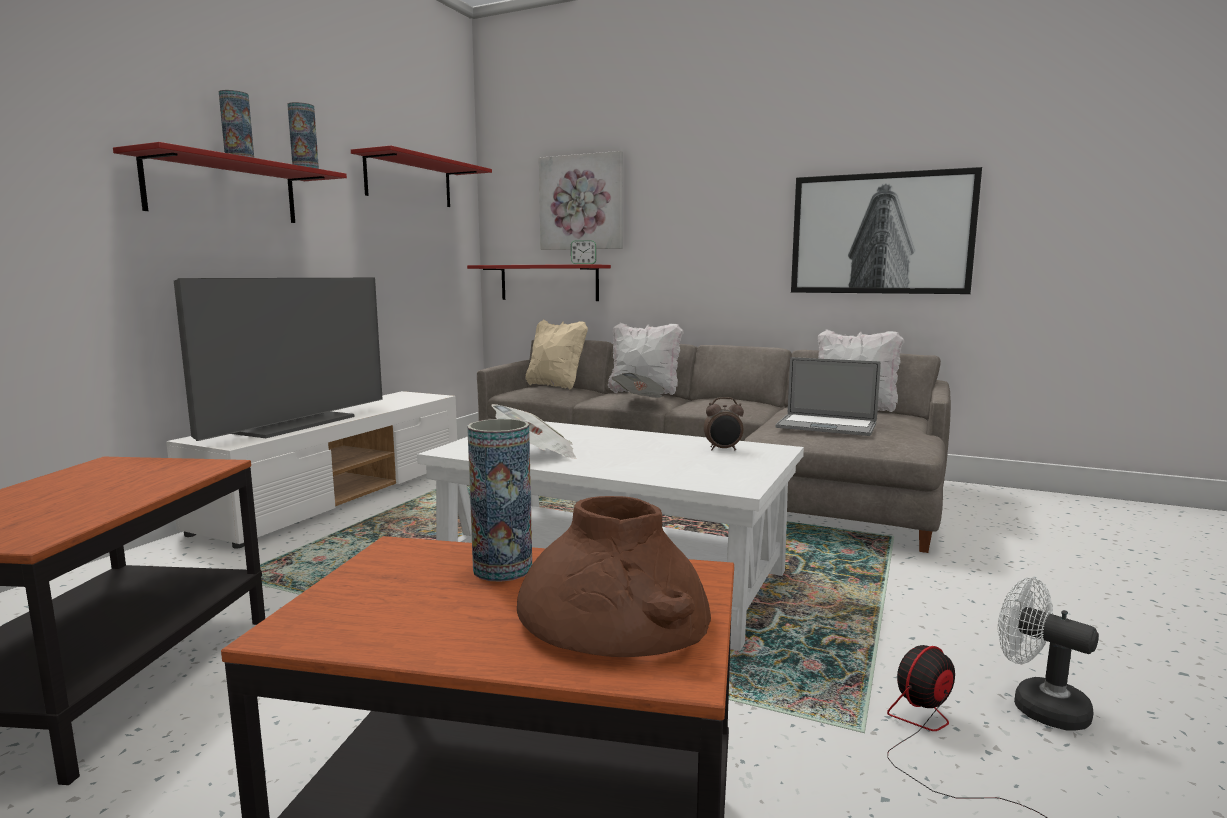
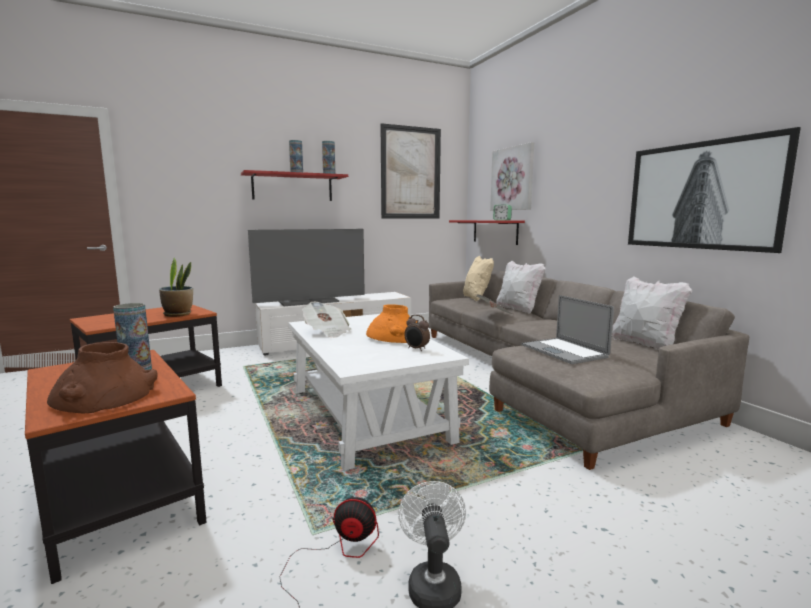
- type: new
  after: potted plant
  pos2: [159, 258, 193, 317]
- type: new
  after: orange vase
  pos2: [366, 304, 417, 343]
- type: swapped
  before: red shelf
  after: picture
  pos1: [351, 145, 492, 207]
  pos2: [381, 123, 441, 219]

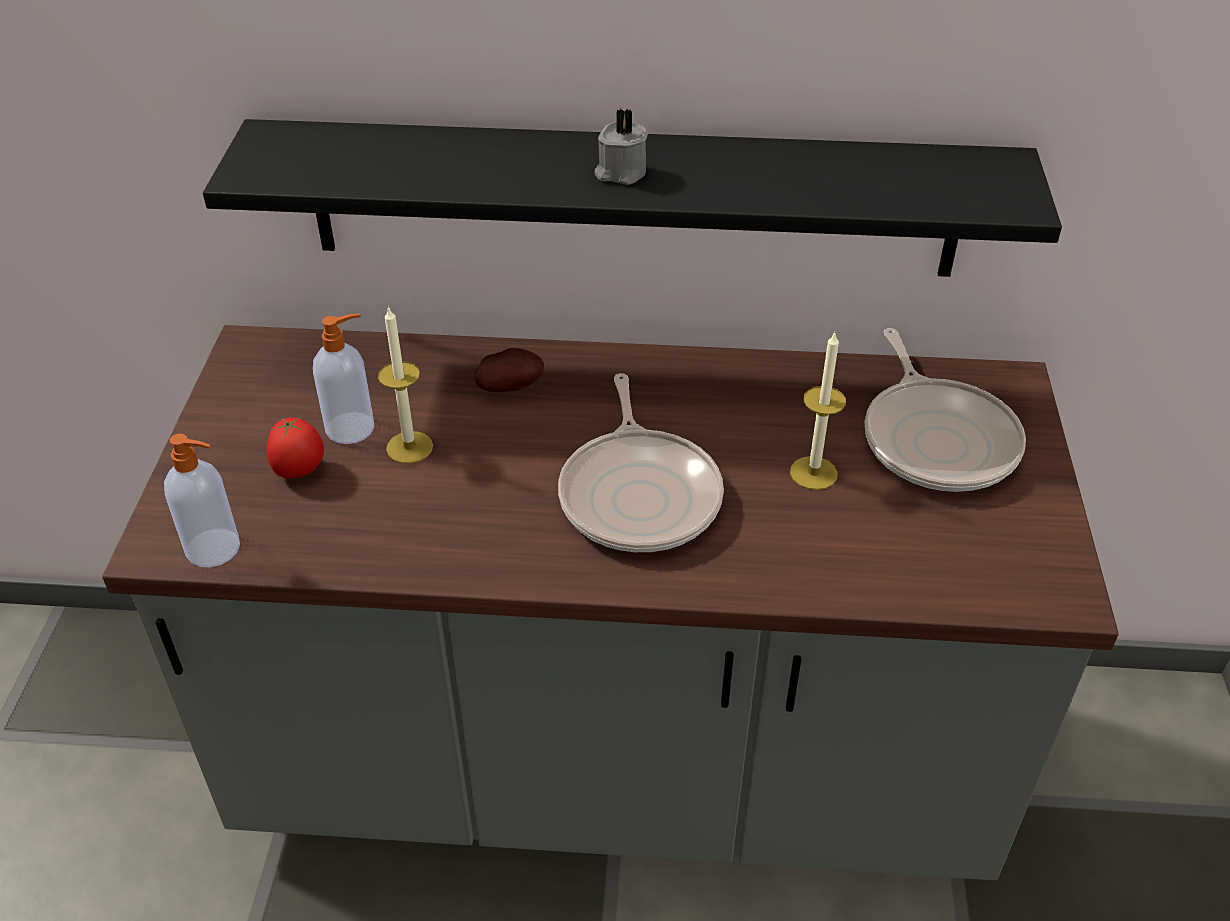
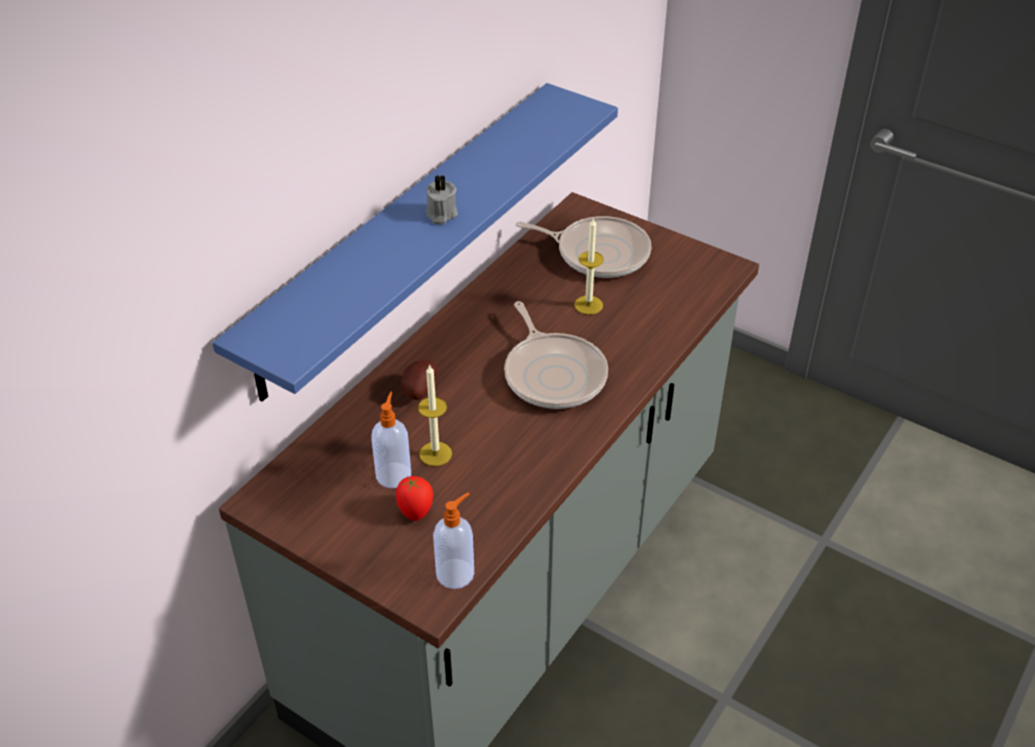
- type: repainted
  before: black shelf
  after: blue shelf
  pos1: [203, 119, 1062, 277]
  pos2: [212, 83, 618, 402]
- type: rotated
  before: frying pan
  pos1: [558, 373, 724, 552]
  pos2: [504, 301, 608, 409]
  turn: 45

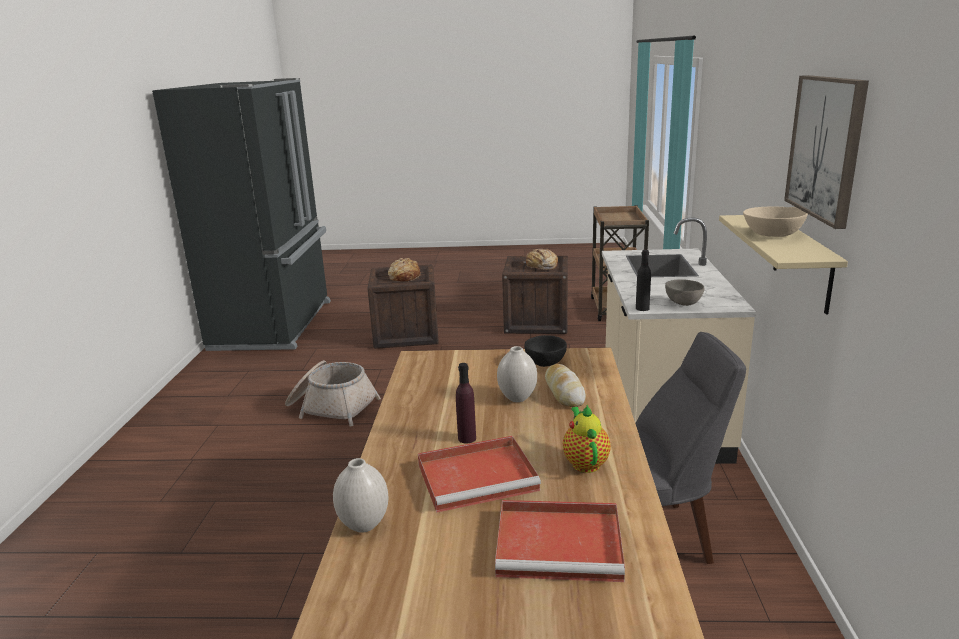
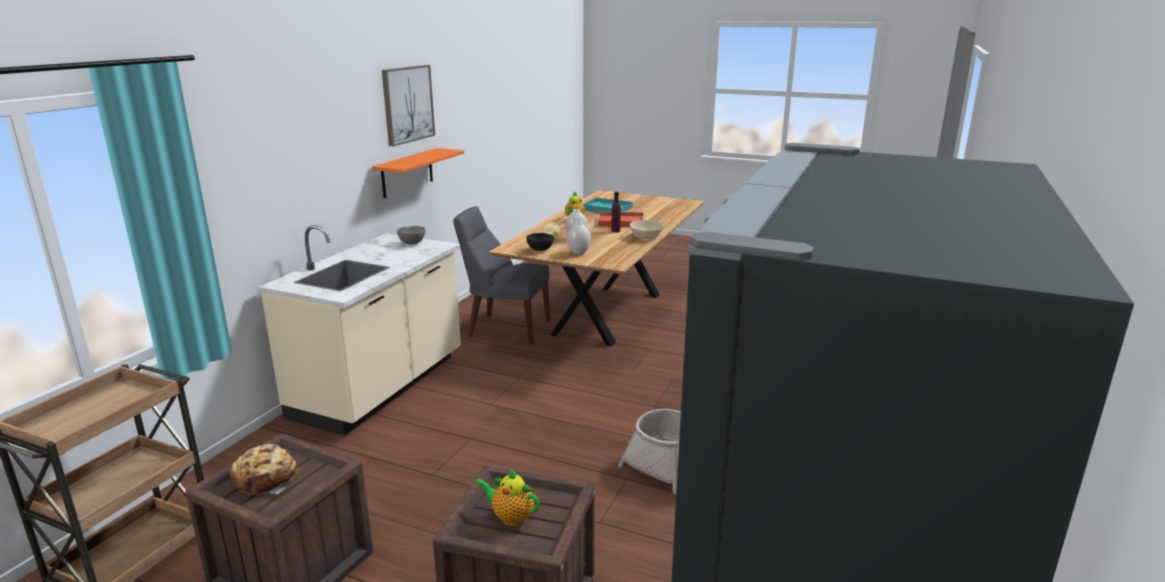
- type: repainted
  before: beige shelf
  after: orange shelf
  pos1: [719, 215, 848, 314]
  pos2: [372, 148, 464, 198]
- type: swapped
  before: bread
  after: teapot
  pos1: [388, 258, 421, 282]
  pos2: [474, 468, 540, 526]
- type: shifted
  before: white vase
  pos1: [333, 458, 388, 533]
  pos2: [567, 221, 591, 255]
- type: repainted
  before: red tray
  after: turquoise tray
  pos1: [495, 500, 625, 582]
  pos2: [583, 197, 633, 213]
- type: shifted
  before: beige bowl
  pos1: [743, 206, 808, 237]
  pos2: [630, 220, 663, 239]
- type: gone
  before: black bottle
  pos1: [636, 250, 651, 311]

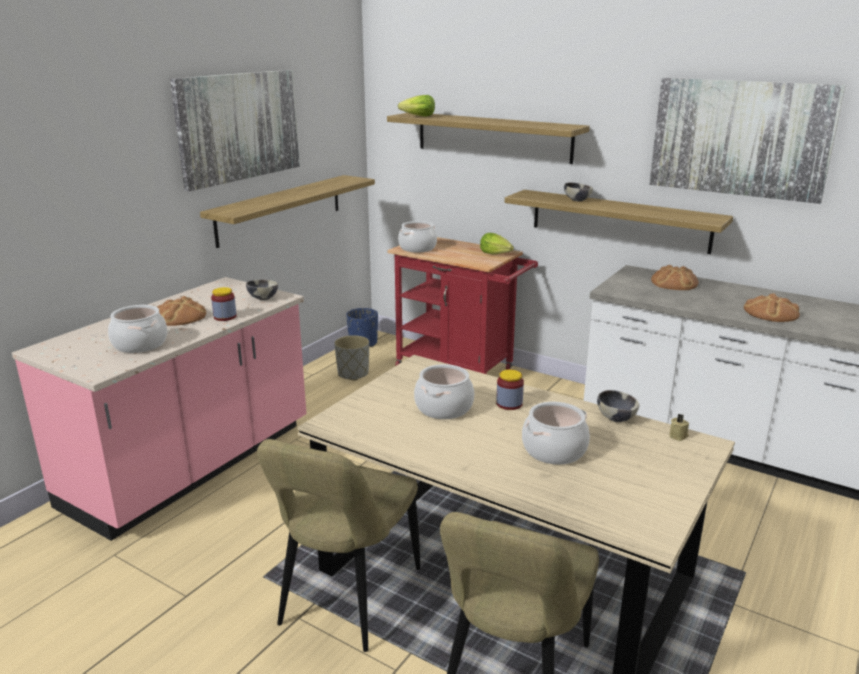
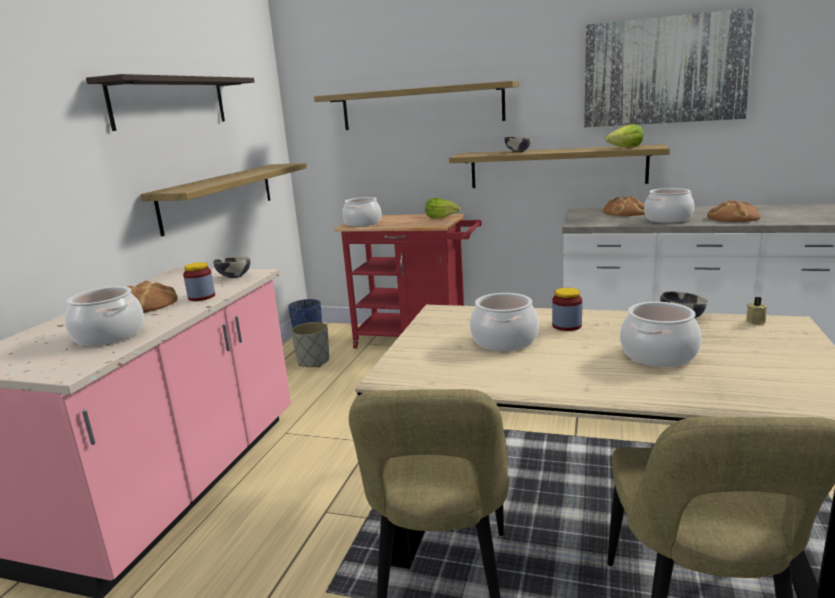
- type: swapped
  before: picture
  after: shelf
  pos1: [170, 70, 300, 192]
  pos2: [86, 74, 255, 131]
- type: shifted
  before: lettuce
  pos1: [398, 95, 435, 117]
  pos2: [605, 124, 644, 147]
- type: new
  after: cooking pot
  pos2: [644, 188, 694, 223]

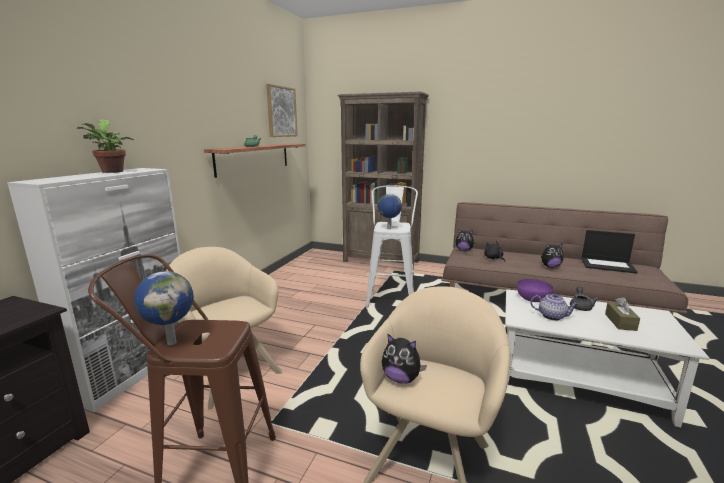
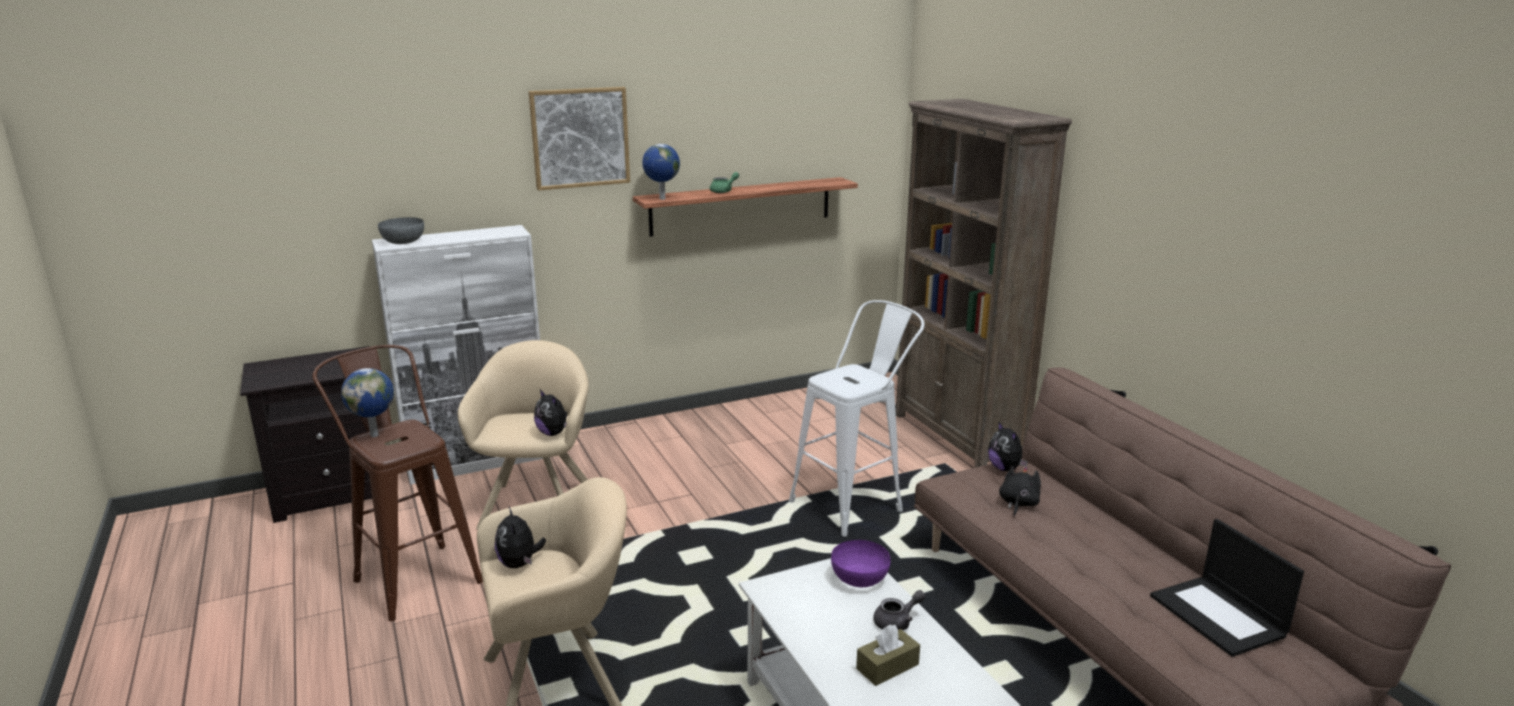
- type: new
  after: grey bowl
  pos2: [378, 217, 424, 244]
- type: shifted
  before: picture
  pos1: [266, 84, 298, 137]
  pos2: [529, 87, 630, 191]
- type: shifted
  before: plush toy
  pos1: [541, 243, 563, 268]
  pos2: [534, 390, 567, 436]
- type: shifted
  before: globe
  pos1: [378, 194, 402, 229]
  pos2: [642, 144, 680, 200]
- type: gone
  before: potted plant
  pos1: [77, 119, 134, 173]
- type: gone
  before: teapot
  pos1: [530, 293, 579, 321]

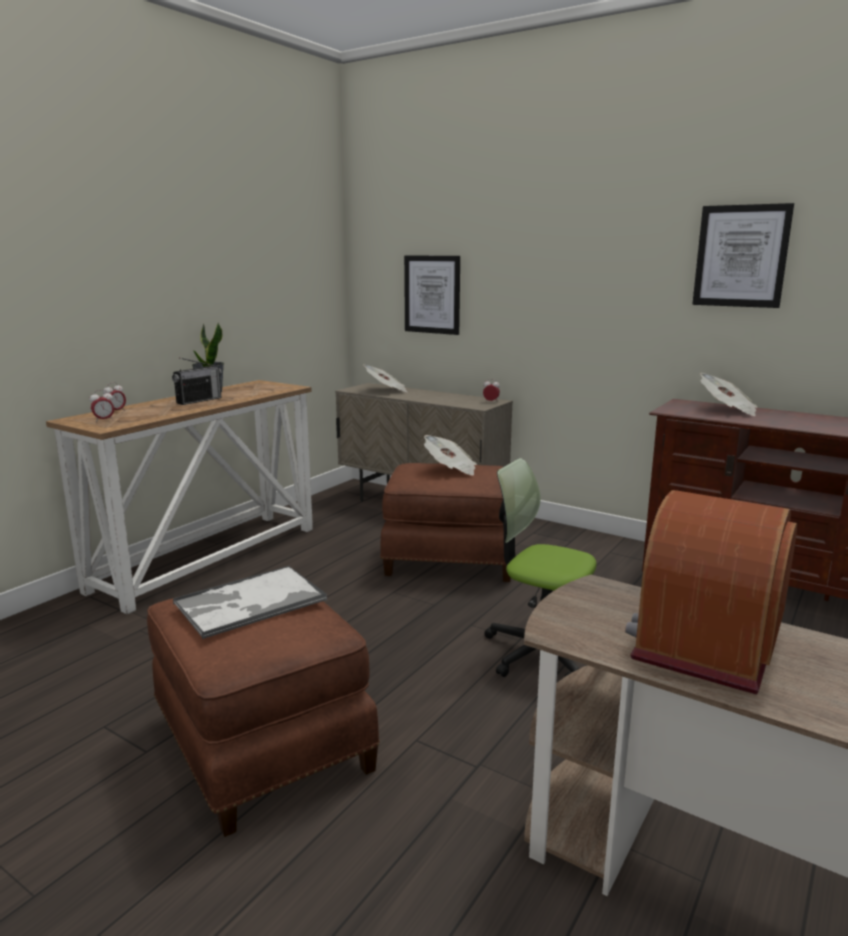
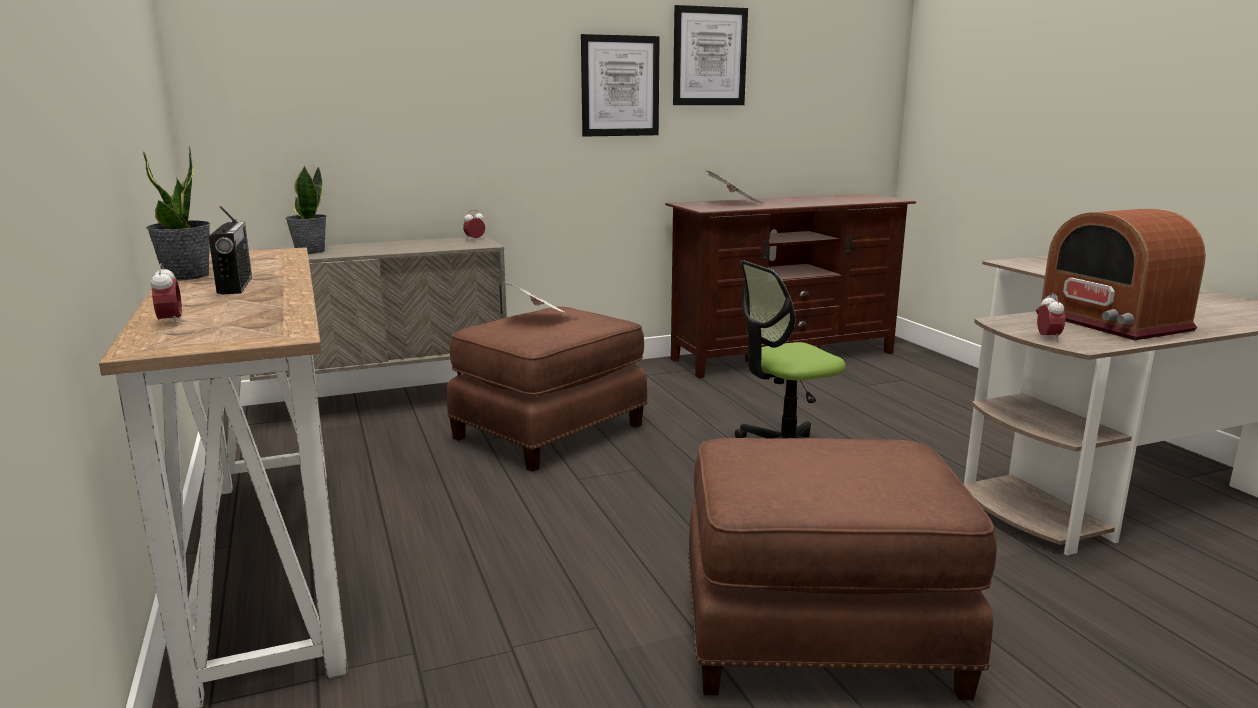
- type: swapped
  before: newspaper
  after: potted plant
  pos1: [363, 364, 408, 393]
  pos2: [286, 166, 327, 254]
- type: shifted
  before: picture
  pos1: [404, 256, 460, 335]
  pos2: [581, 34, 660, 137]
- type: shifted
  before: alarm clock
  pos1: [89, 390, 114, 422]
  pos2: [1037, 293, 1065, 342]
- type: gone
  before: tray
  pos1: [173, 566, 327, 639]

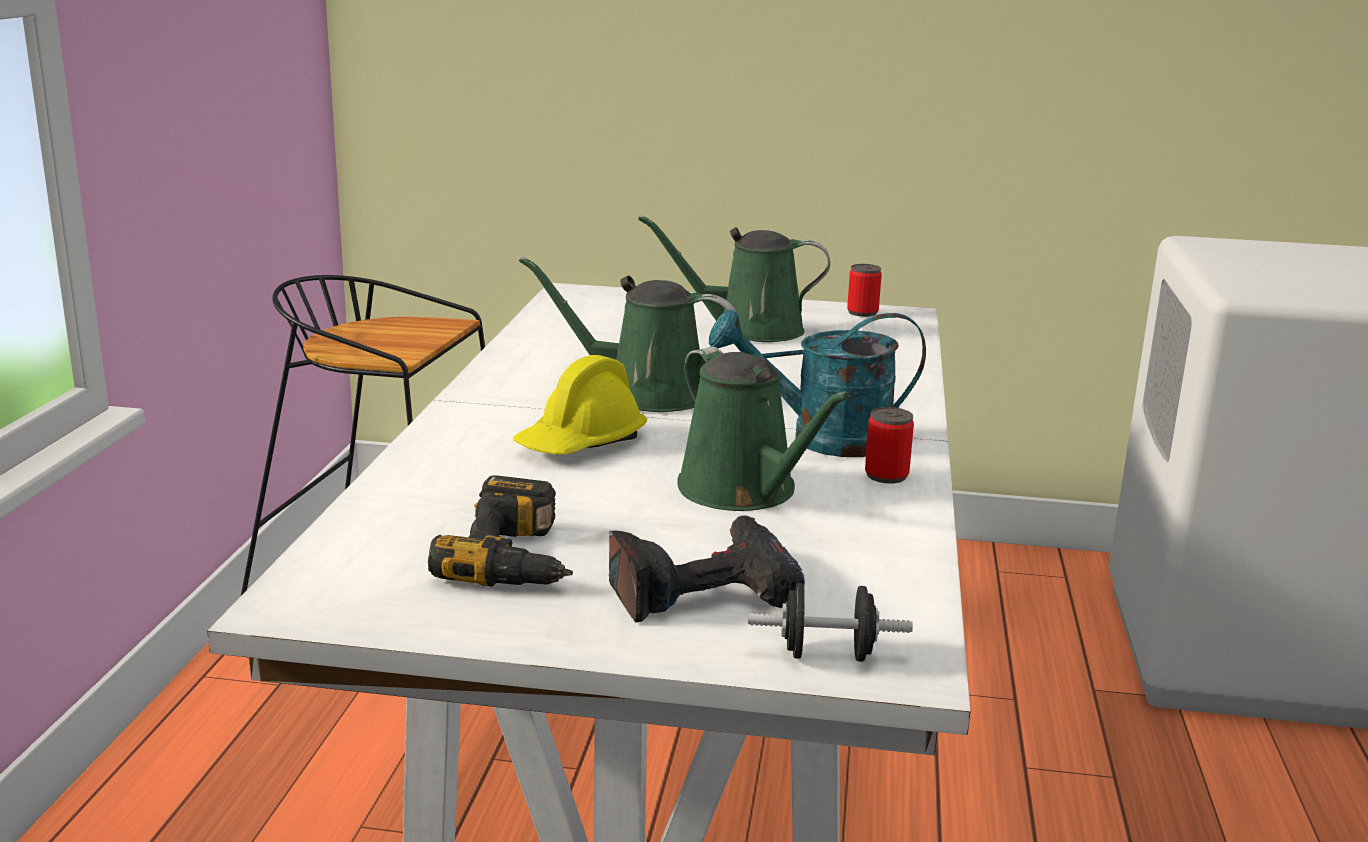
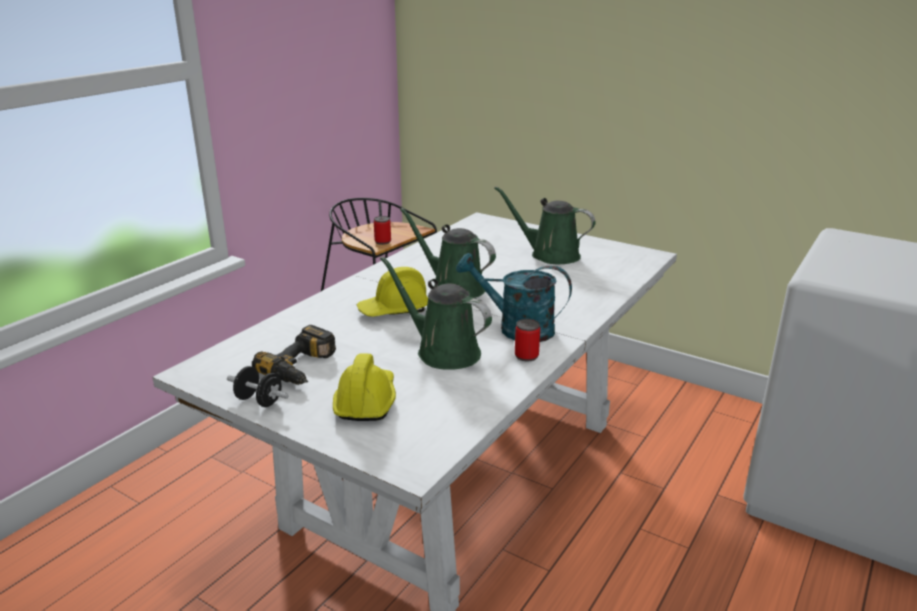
- type: shifted
  before: black dumbbell
  pos1: [748, 583, 913, 662]
  pos2: [227, 366, 289, 407]
- type: swapped
  before: power drill
  after: yellow hard hat
  pos1: [609, 516, 805, 623]
  pos2: [333, 353, 396, 421]
- type: shifted
  before: can
  pos1: [847, 264, 882, 317]
  pos2: [374, 216, 391, 245]
- type: rotated
  before: green watering can
  pos1: [677, 347, 851, 511]
  pos2: [380, 256, 492, 370]
  turn: 135

